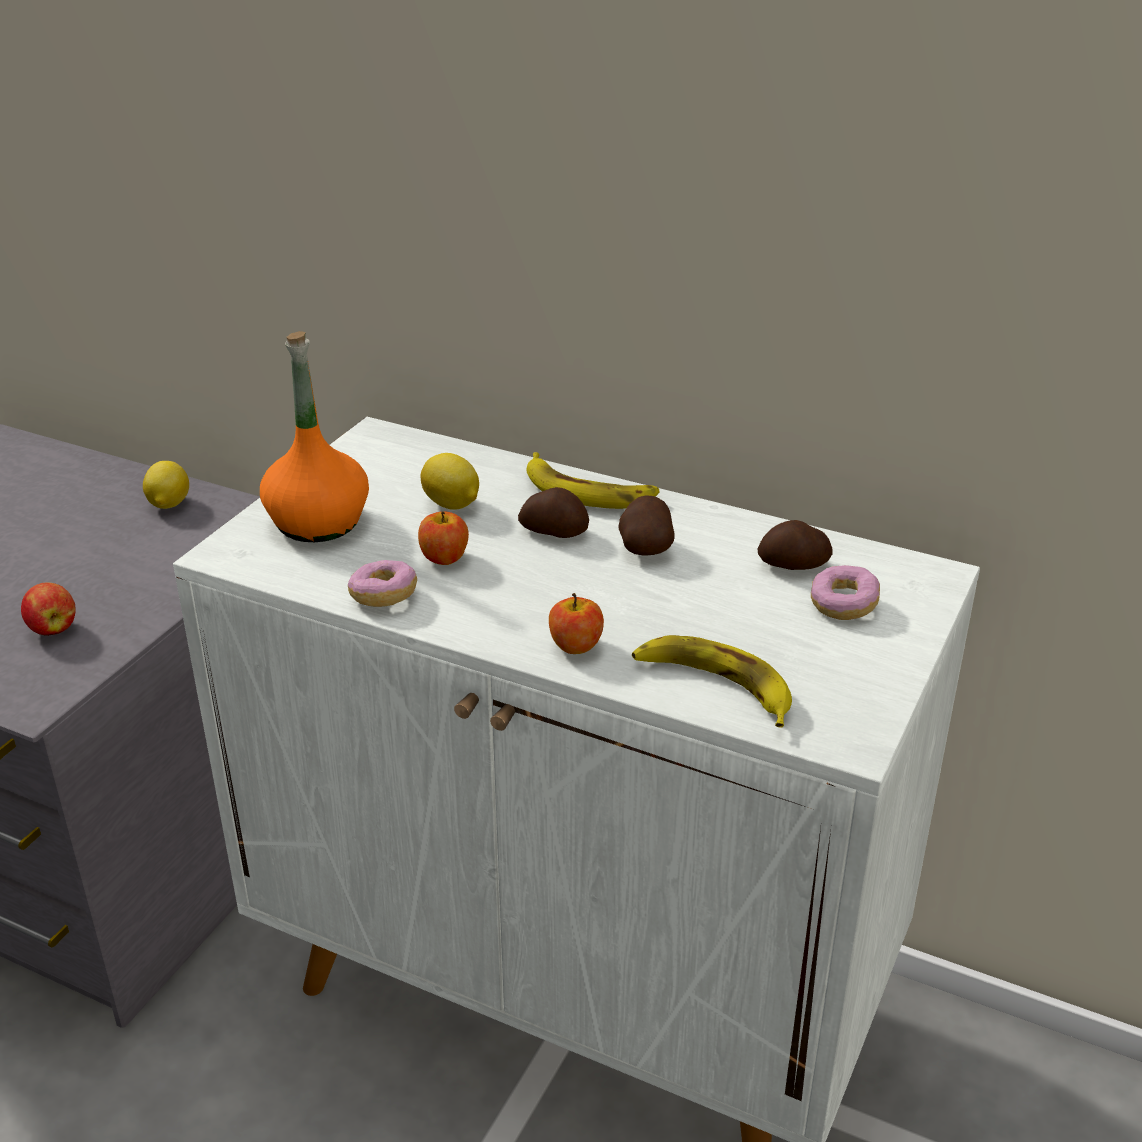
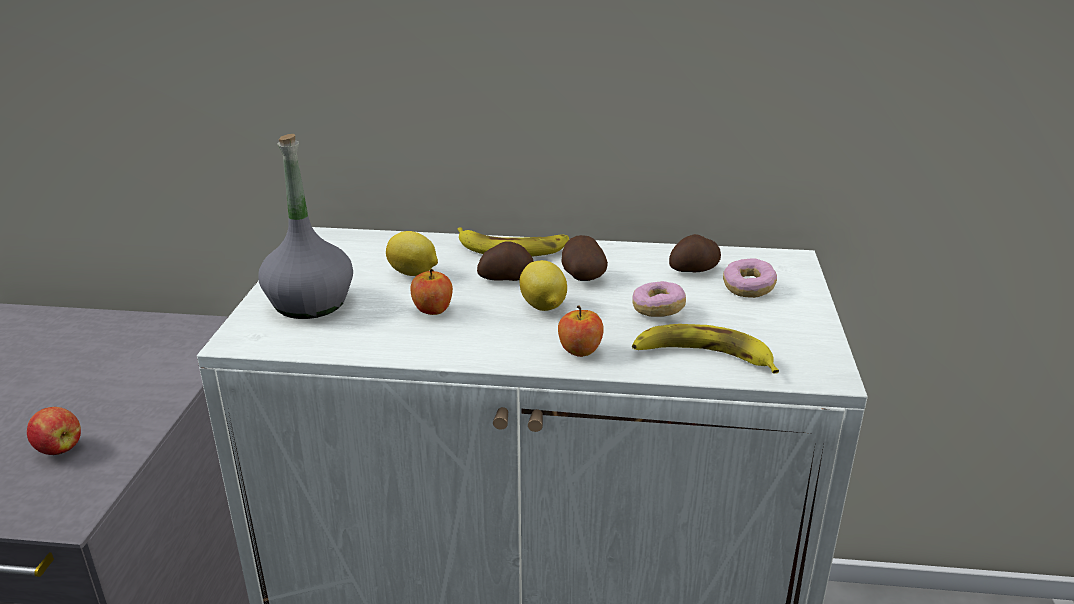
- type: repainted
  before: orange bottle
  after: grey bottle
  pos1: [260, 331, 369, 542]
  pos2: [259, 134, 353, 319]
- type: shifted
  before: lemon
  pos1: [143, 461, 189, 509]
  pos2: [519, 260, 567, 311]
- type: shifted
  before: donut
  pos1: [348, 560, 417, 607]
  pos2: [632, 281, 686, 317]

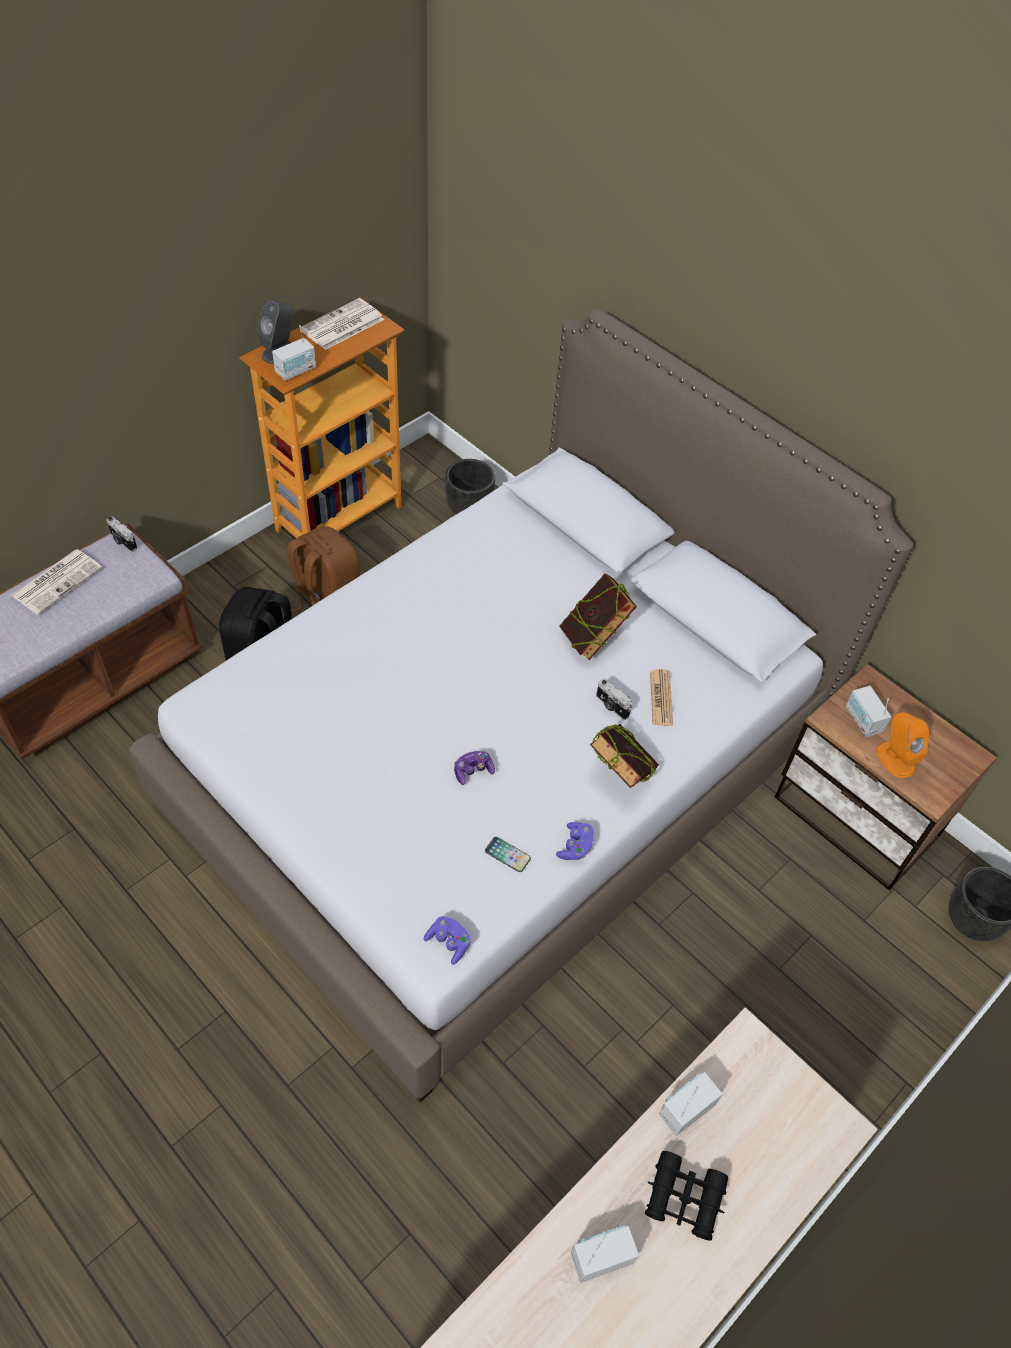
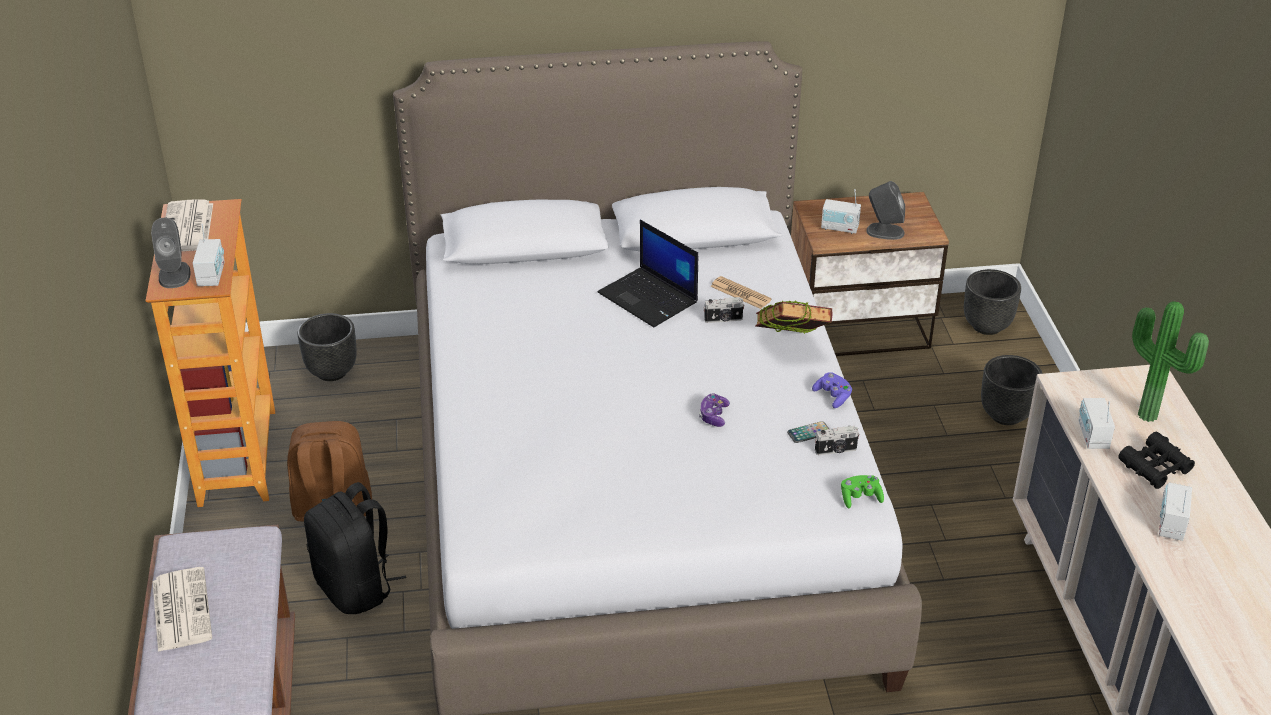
- type: swapped
  before: book
  after: laptop
  pos1: [559, 573, 637, 660]
  pos2: [598, 220, 698, 327]
- type: shifted
  before: photo camera
  pos1: [107, 516, 137, 552]
  pos2: [815, 426, 860, 455]
- type: repainted
  before: purple game controller
  after: green game controller
  pos1: [424, 916, 471, 965]
  pos2: [841, 475, 884, 508]
- type: repainted
  before: orange speaker
  after: grey speaker
  pos1: [876, 712, 929, 778]
  pos2: [866, 181, 905, 240]
- type: new
  after: black planter
  pos2: [981, 355, 1043, 425]
- type: new
  after: potted plant
  pos2: [1132, 301, 1209, 422]

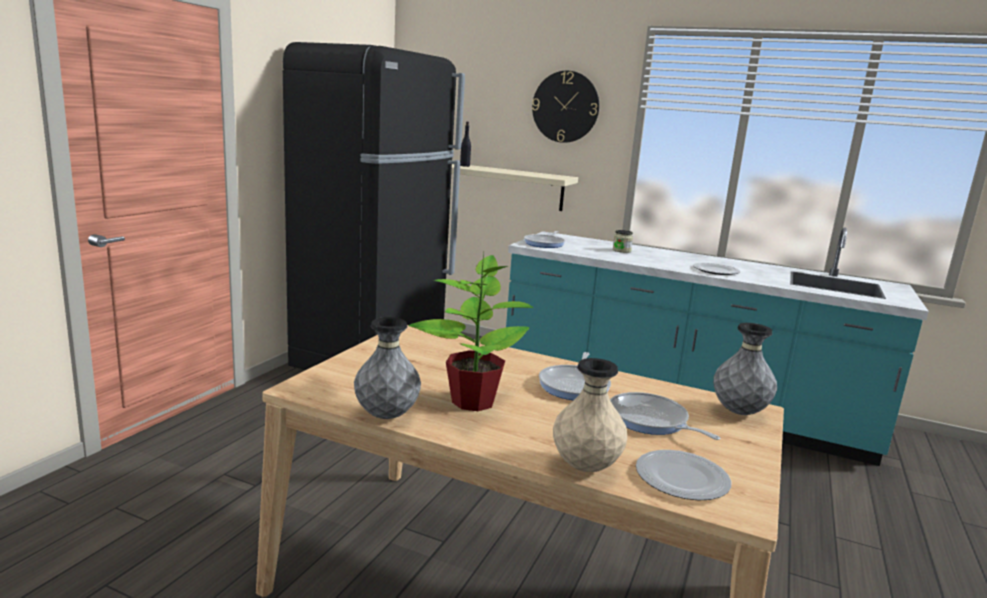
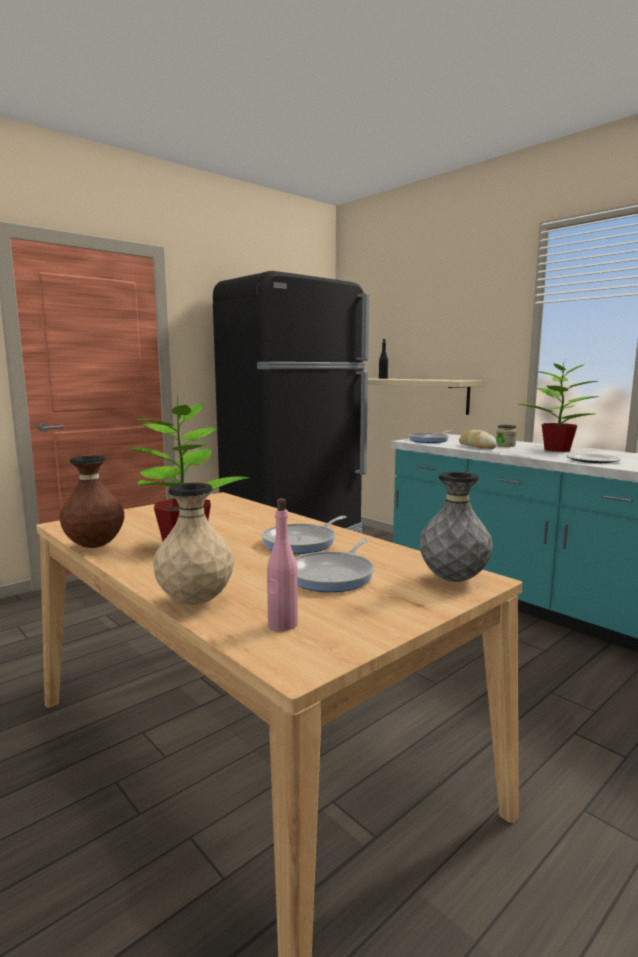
- type: repainted
  before: grey vase
  after: brown vase
  pos1: [354, 317, 421, 419]
  pos2: [59, 455, 124, 548]
- type: swapped
  before: plate
  after: pink bottle
  pos1: [636, 450, 731, 500]
  pos2: [267, 498, 298, 631]
- type: rotated
  before: frying pan
  pos1: [610, 392, 720, 440]
  pos2: [295, 538, 374, 592]
  turn: -135
- type: new
  after: bread
  pos2: [459, 430, 497, 449]
- type: new
  after: potted plant
  pos2: [519, 360, 600, 452]
- type: gone
  before: wall clock
  pos1: [532, 71, 599, 143]

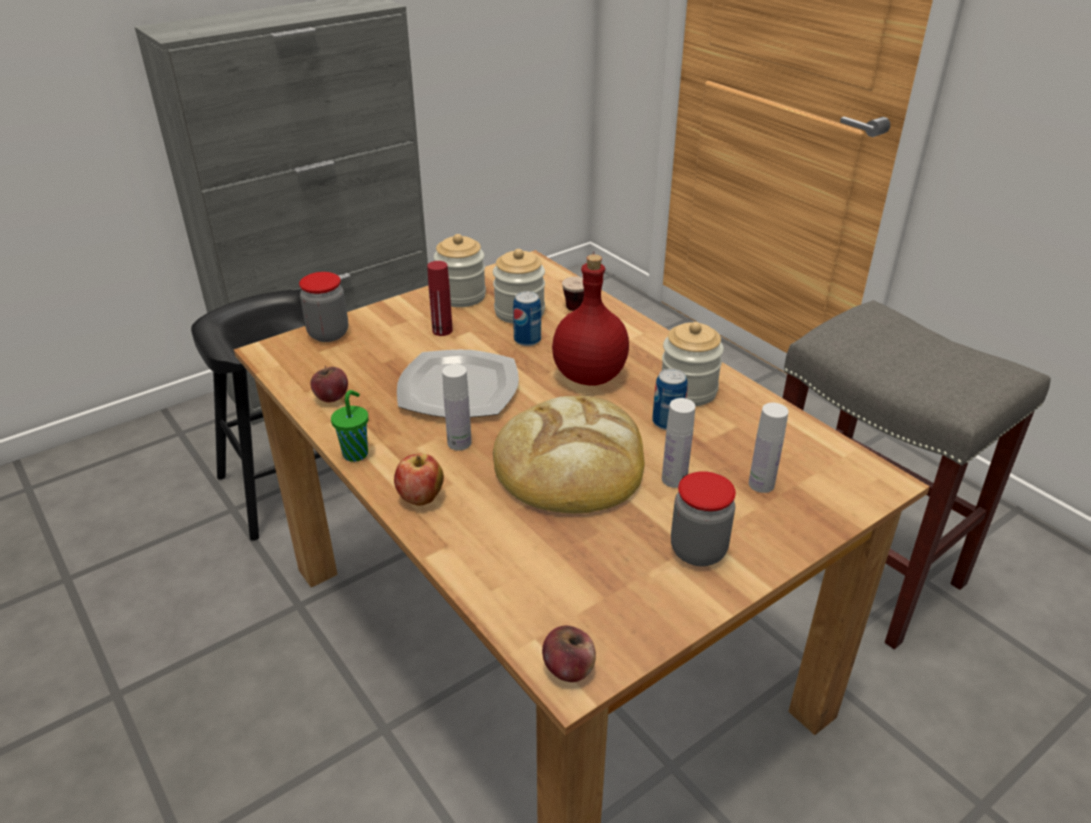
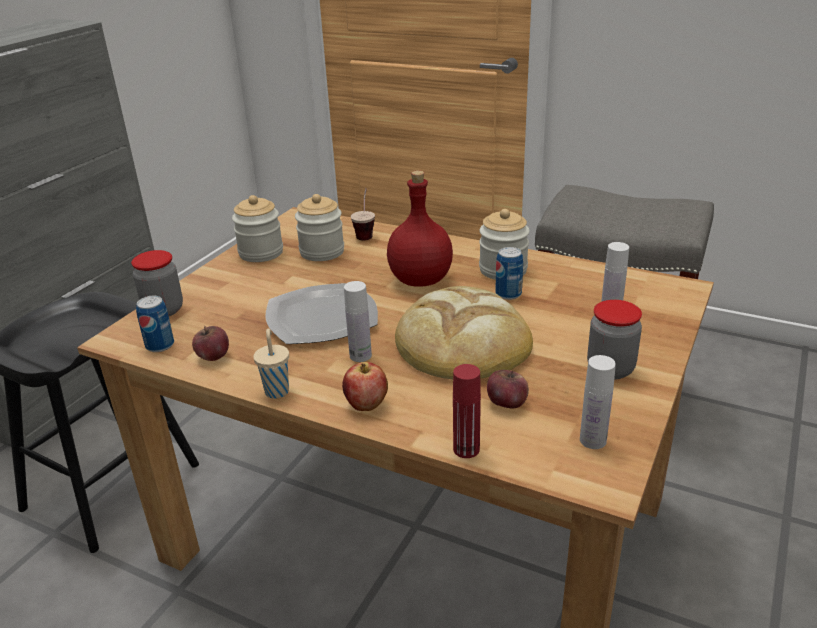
- type: shifted
  before: can
  pos1: [513, 291, 541, 346]
  pos2: [136, 296, 174, 352]
- type: repainted
  before: green cup
  after: beige cup
  pos1: [331, 390, 368, 462]
  pos2: [253, 329, 289, 399]
- type: shifted
  before: red bottle
  pos1: [427, 261, 453, 336]
  pos2: [453, 364, 481, 458]
- type: shifted
  before: apple
  pos1: [542, 626, 596, 682]
  pos2: [487, 370, 529, 409]
- type: shifted
  before: white bottle
  pos1: [662, 398, 695, 488]
  pos2: [580, 355, 616, 449]

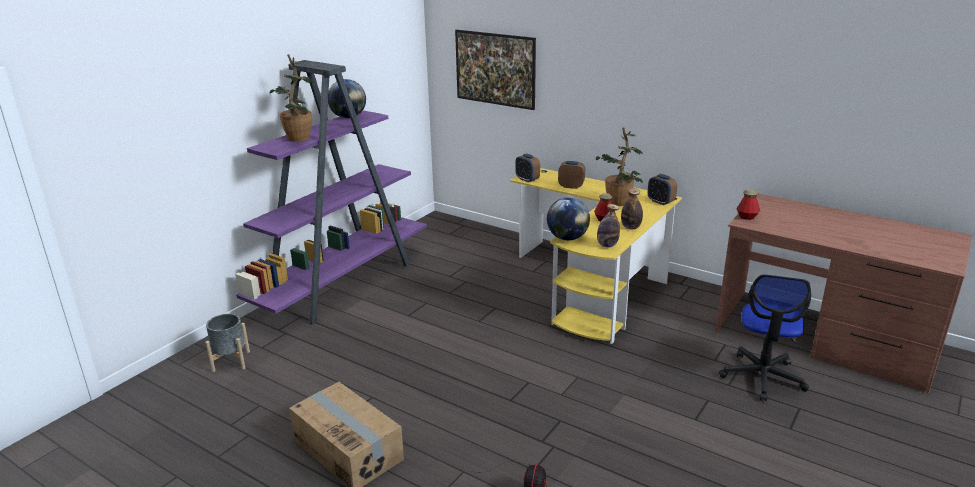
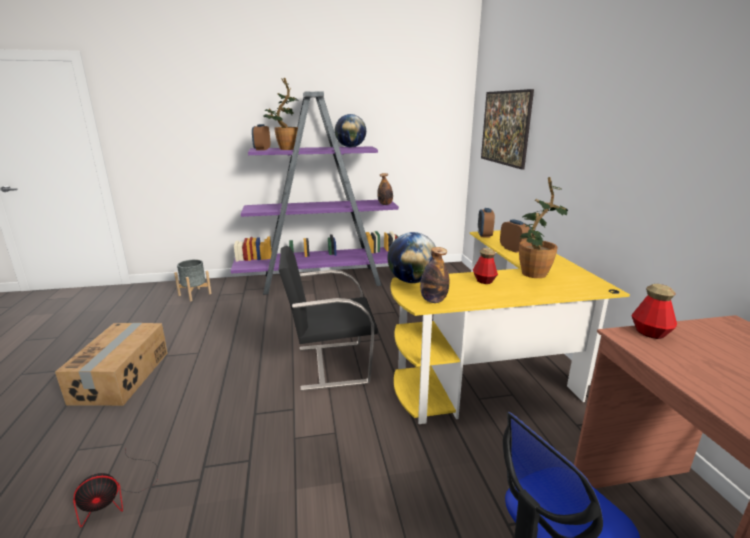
- type: shifted
  before: alarm clock
  pos1: [648, 174, 677, 205]
  pos2: [252, 124, 270, 150]
- type: new
  after: black chair
  pos2: [279, 246, 378, 391]
- type: shifted
  before: bottle
  pos1: [621, 188, 643, 230]
  pos2: [377, 173, 393, 205]

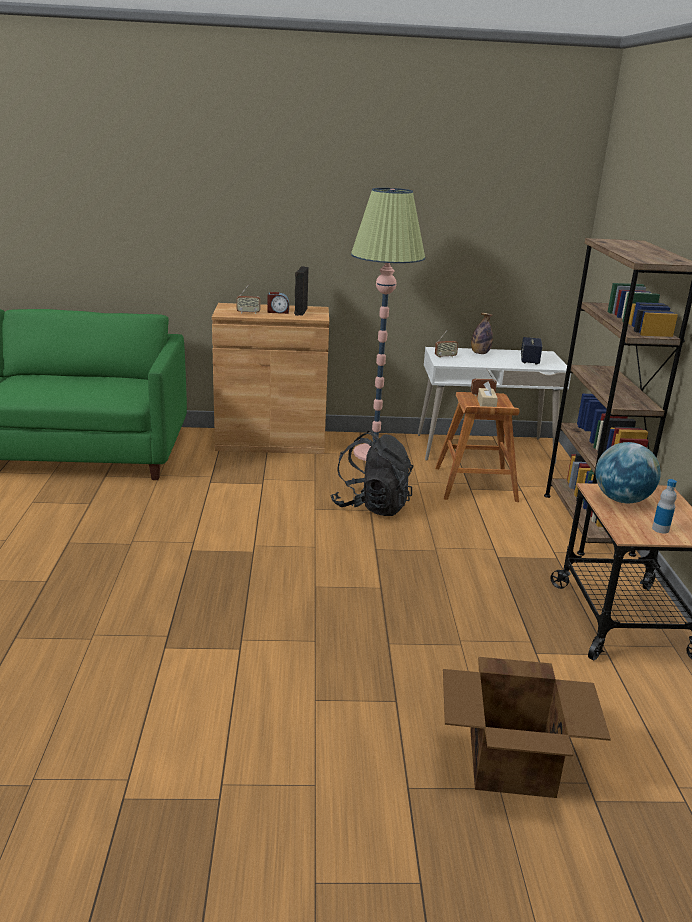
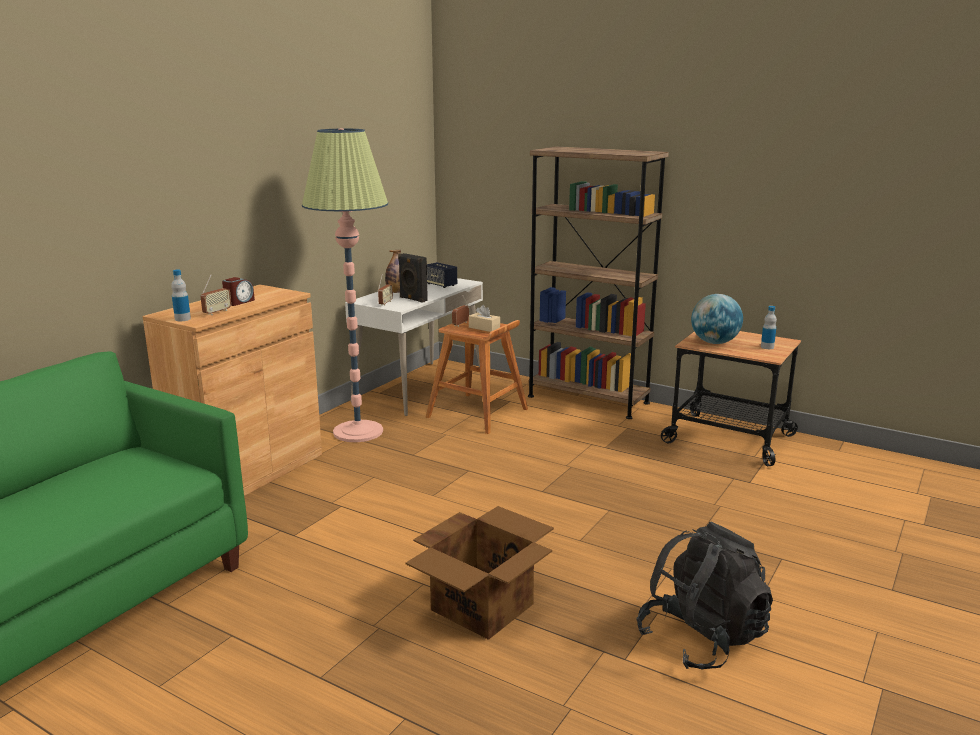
- type: new
  after: bottle
  pos2: [171, 270, 191, 321]
- type: shifted
  before: black speaker
  pos1: [294, 266, 309, 316]
  pos2: [398, 253, 428, 303]
- type: shifted
  before: cardboard box
  pos1: [443, 657, 611, 798]
  pos2: [406, 506, 554, 640]
- type: shifted
  before: black backpack
  pos1: [330, 431, 413, 516]
  pos2: [637, 522, 773, 670]

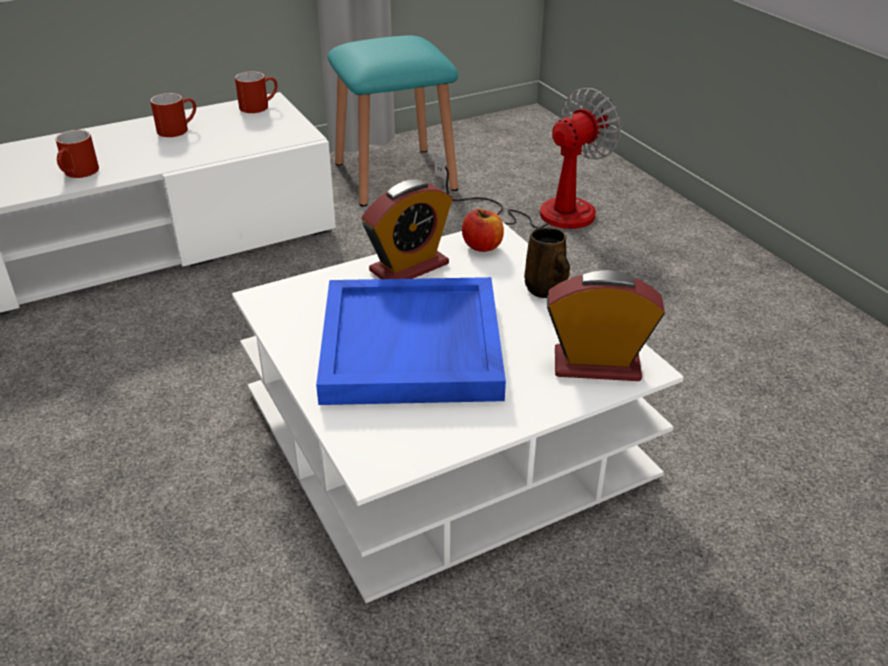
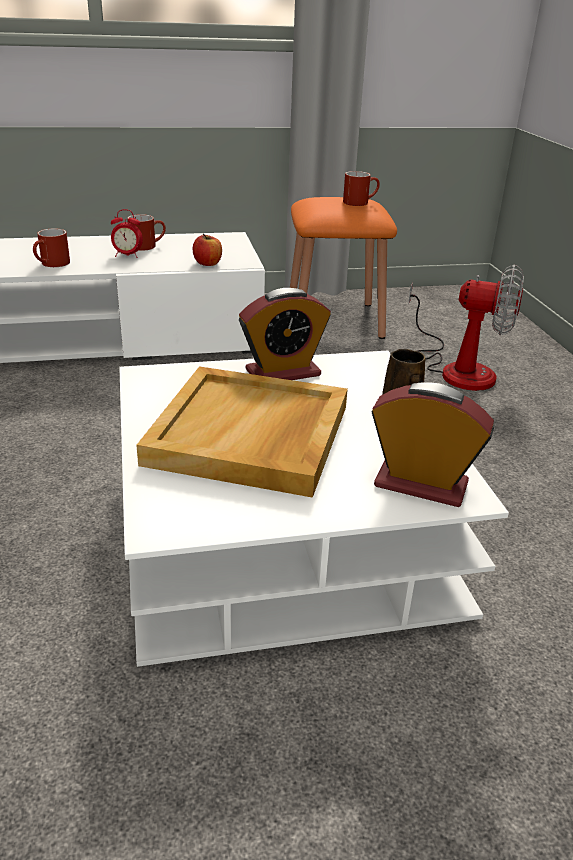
- type: new
  after: alarm clock
  pos2: [111, 209, 143, 258]
- type: repainted
  before: blue tray
  after: beige tray
  pos1: [316, 277, 506, 405]
  pos2: [136, 366, 348, 498]
- type: shifted
  before: apple
  pos1: [462, 209, 504, 252]
  pos2: [193, 234, 222, 266]
- type: repainted
  before: turquoise stool
  after: orange stool
  pos1: [328, 36, 458, 207]
  pos2: [290, 197, 397, 339]
- type: shifted
  before: red mug
  pos1: [235, 71, 278, 113]
  pos2: [343, 171, 380, 206]
- type: rotated
  before: fan
  pos1: [434, 88, 621, 229]
  pos2: [408, 264, 524, 391]
  turn: 45

